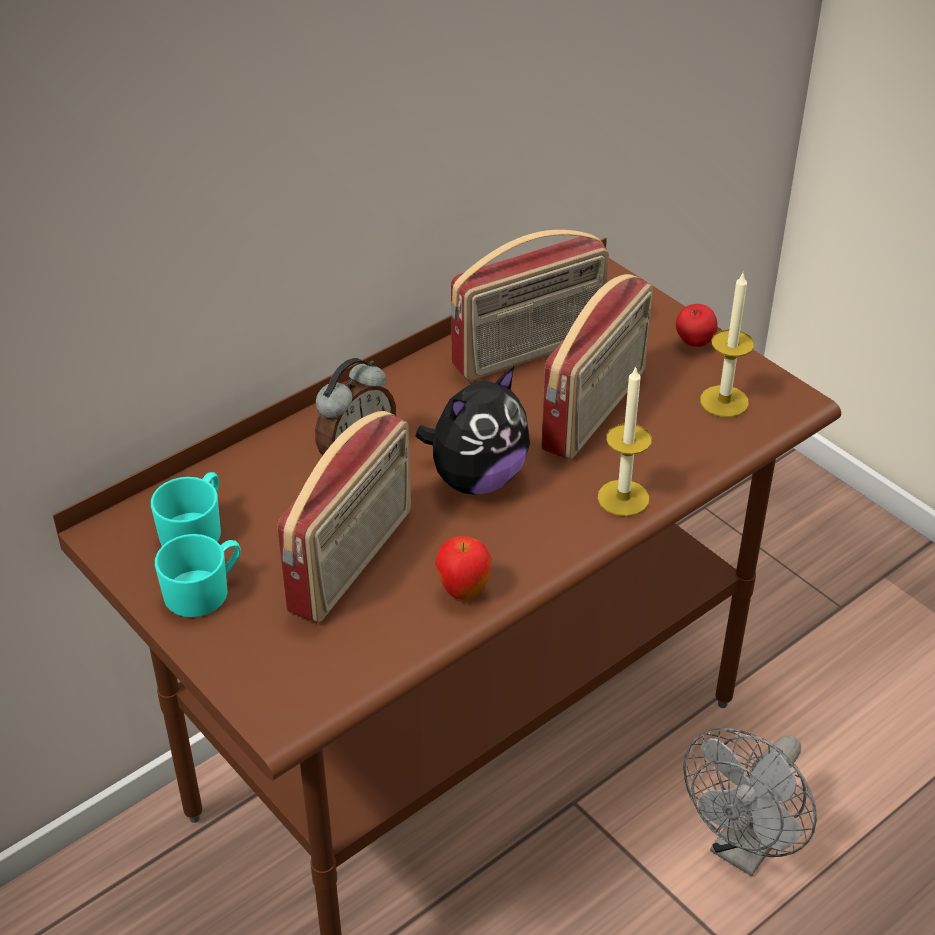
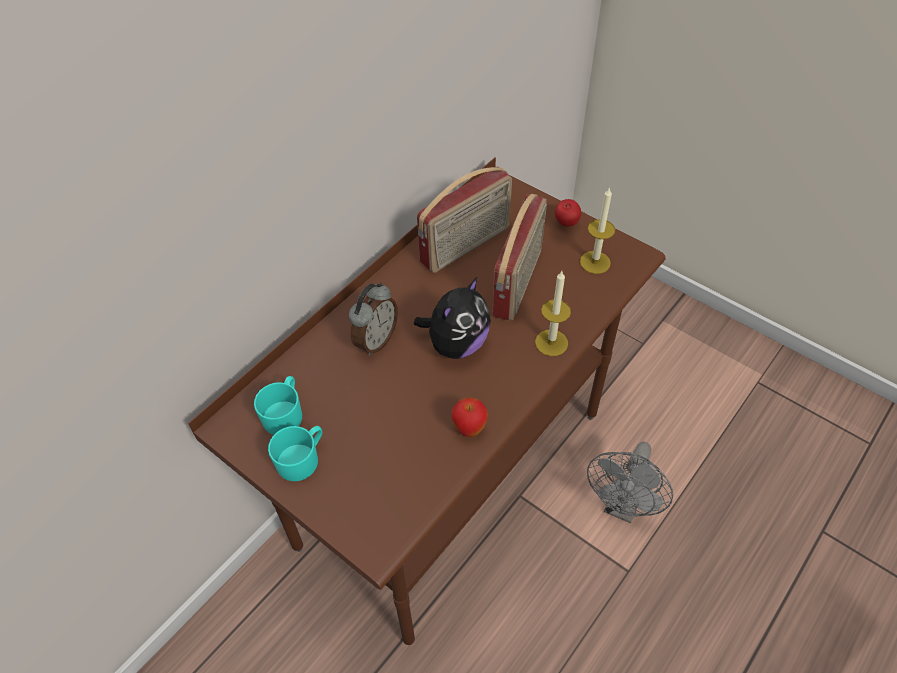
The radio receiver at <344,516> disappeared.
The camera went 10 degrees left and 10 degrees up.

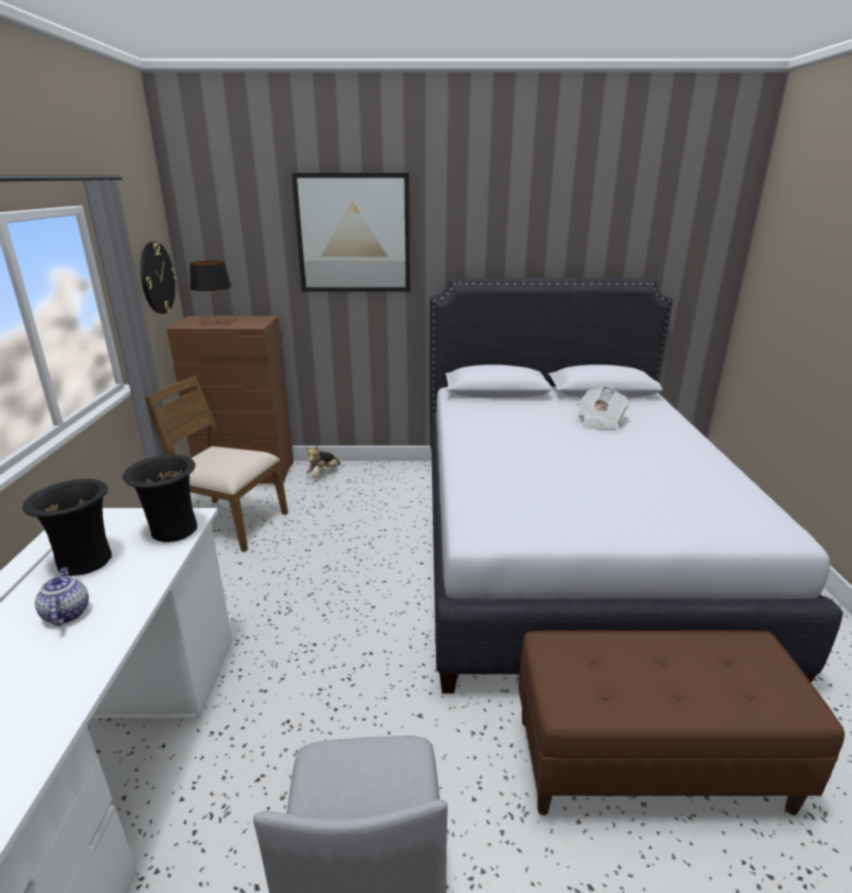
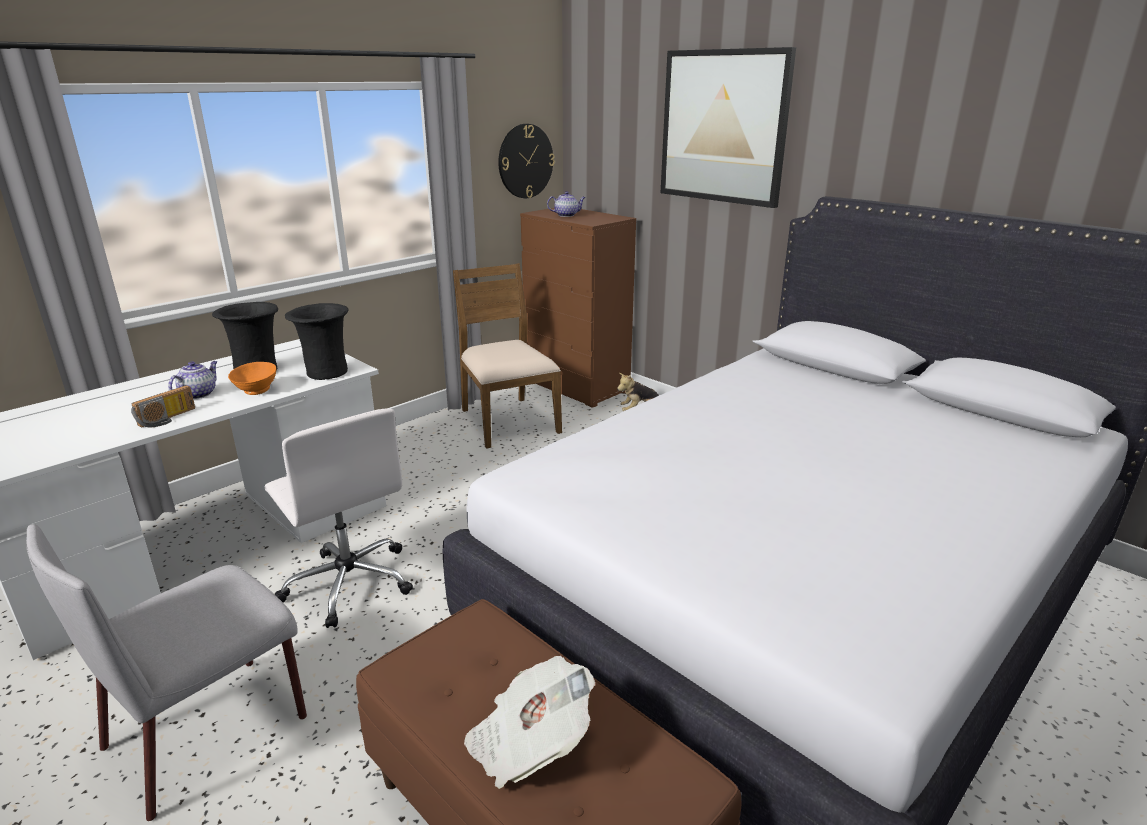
The tabletop lamp (black) at <211,292> was replaced by the pot for tea at <566,204>.
The printed paper moved from <603,408> to <529,722>.
The radio receiver at <163,406> appeared.
The deep dish (orange) at <252,378> appeared.
The computer chair (whitish) at <339,518> appeared.
The camera went 45 degrees right and 0 degrees up.

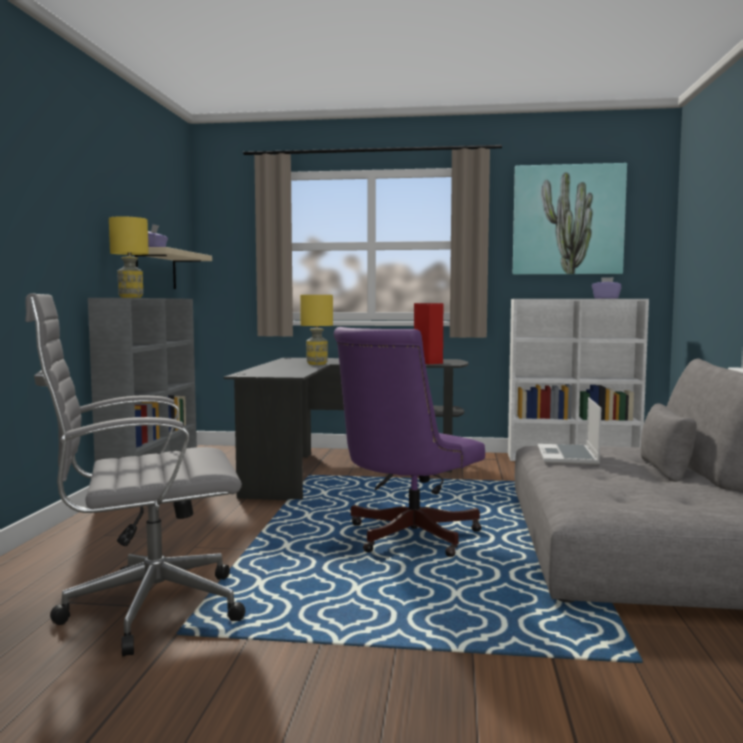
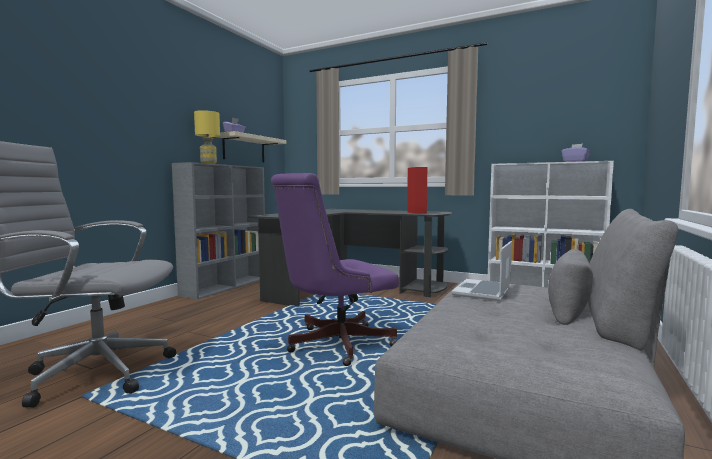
The tabletop lamp (yellowish) at <316,330> disappeared.
The picture at <570,219> disappeared.
The camera went 20 degrees right and 0 degrees up.

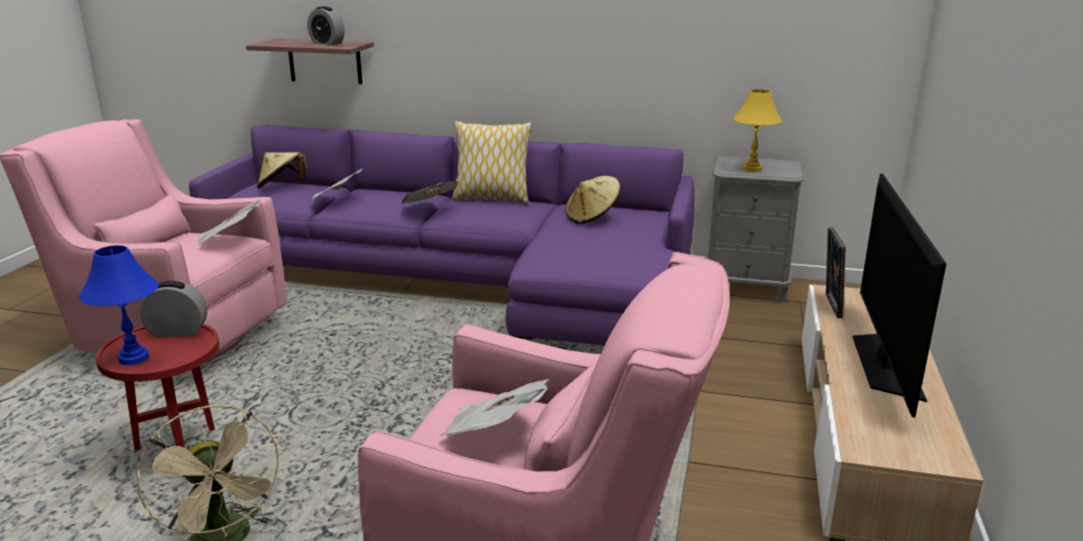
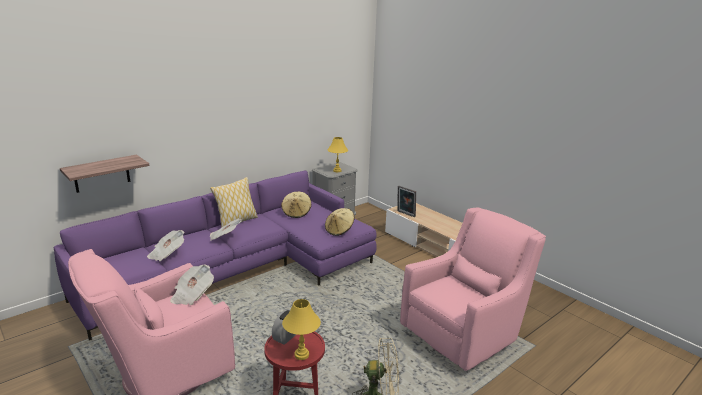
The tabletop lamp (bluish) at <119,305> became the tabletop lamp (yellowish) at <301,329>.
The wearable hat (beige-coloured) moved from <282,170> to <339,222>.
The alarm clock at <326,25> disappeared.
The printed paper at <494,407> disappeared.
The TV at <900,295> disappeared.
The camera went 55 degrees left and 0 degrees up.

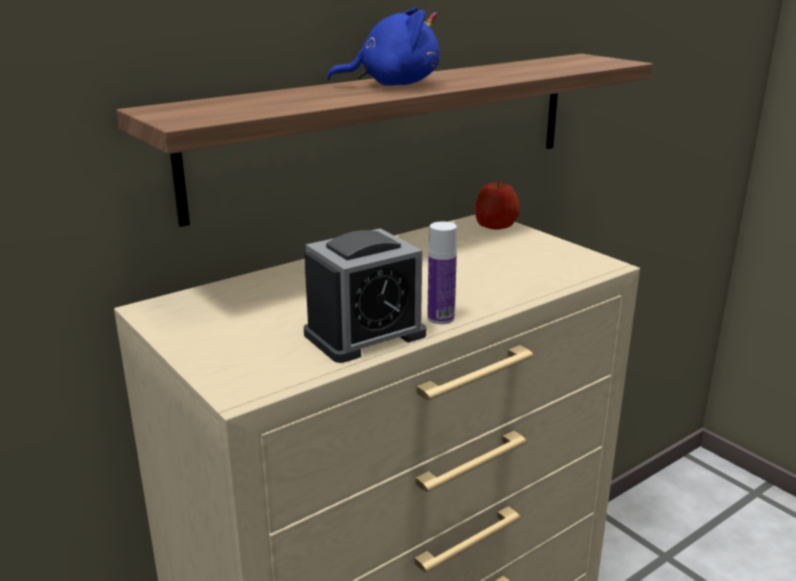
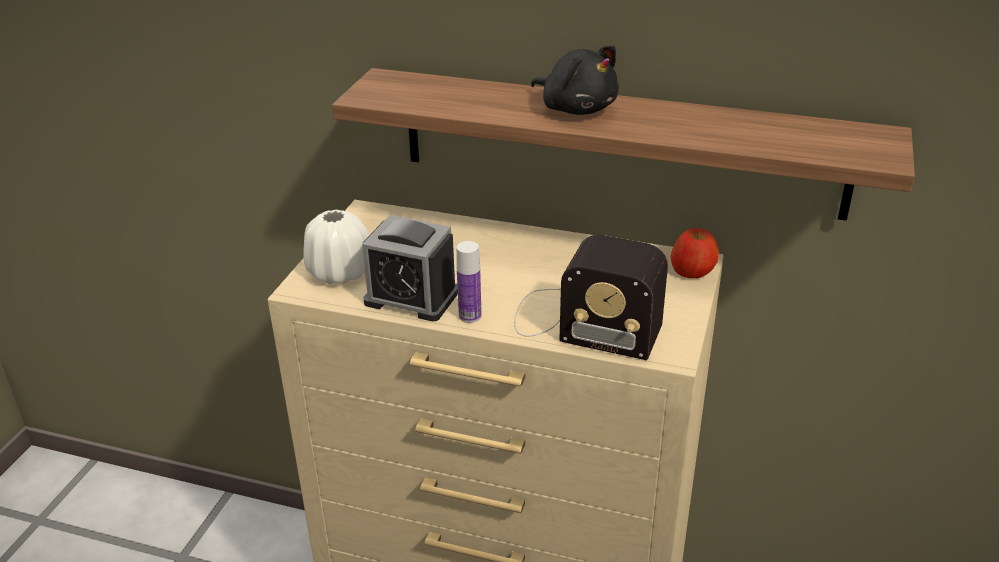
The plush toy (bluish) at <383,46> became the plush toy (black) at <575,80>.
The flower vase (whitish) at <336,247> appeared.
The radio receiver at <591,297> appeared.
The camera went 55 degrees right and 10 degrees up.

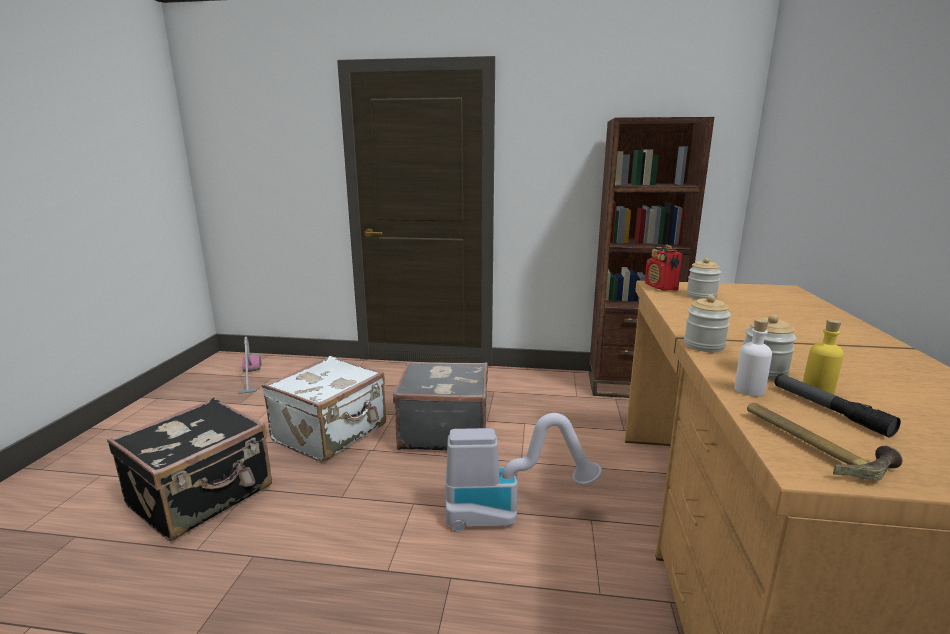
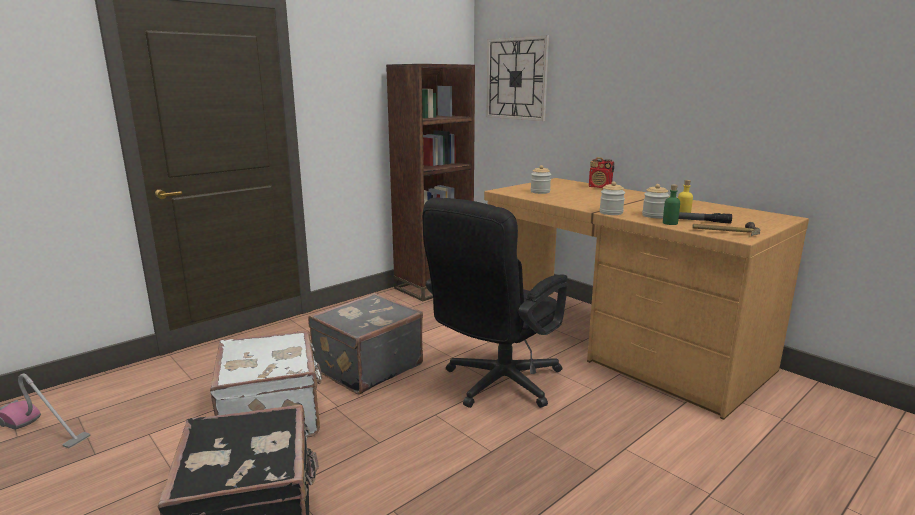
The vacuum at <524,472> was replaced by the computer chair (black) at <495,303>.
The radio receiver moved from <664,268> to <601,172>.
The drink bottle (whitish) at <753,357> became the drink bottle (green) at <671,205>.
The hanging clock at <517,78> appeared.
The camera went 50 degrees left and 0 degrees up.

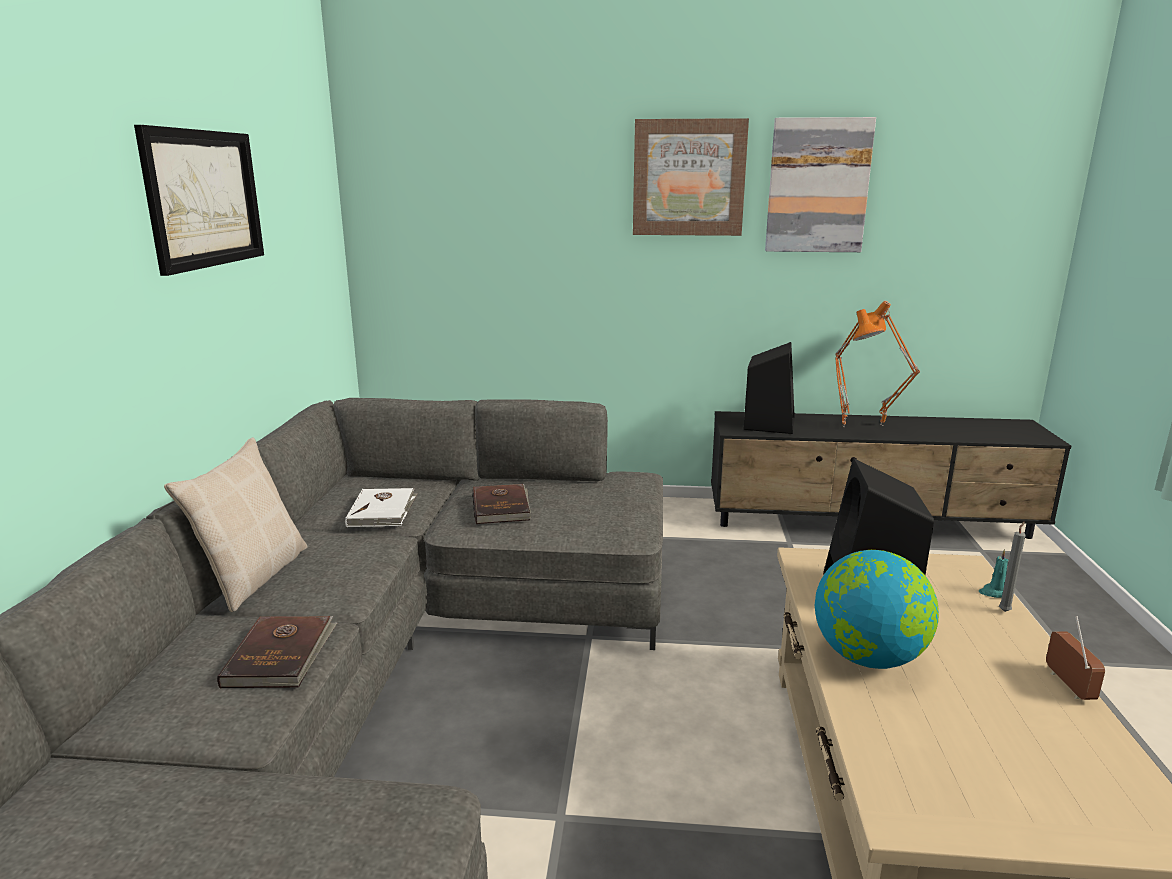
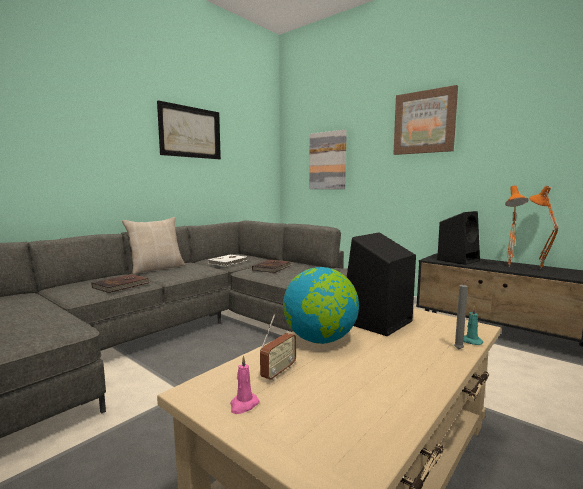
The picture moved from <820,184> to <328,159>.
The radio receiver moved from <1075,658> to <278,347>.
The wax light (pink-coloured) at <244,384> appeared.
The camera went 35 degrees right and 10 degrees down.

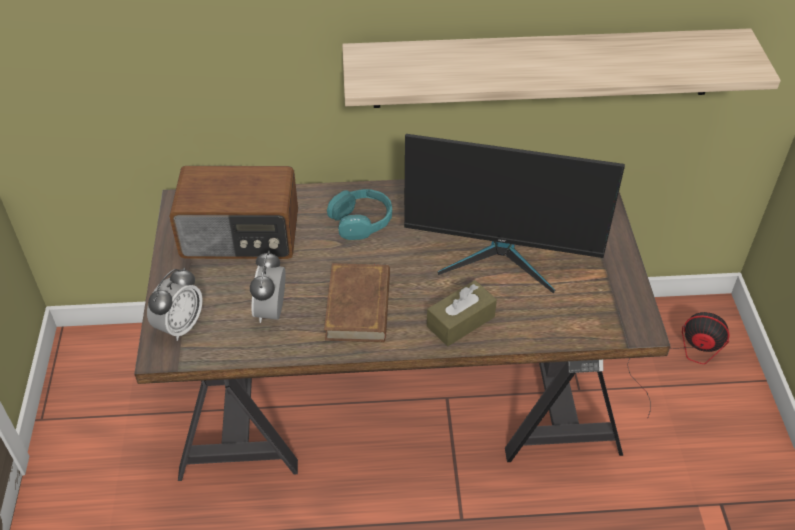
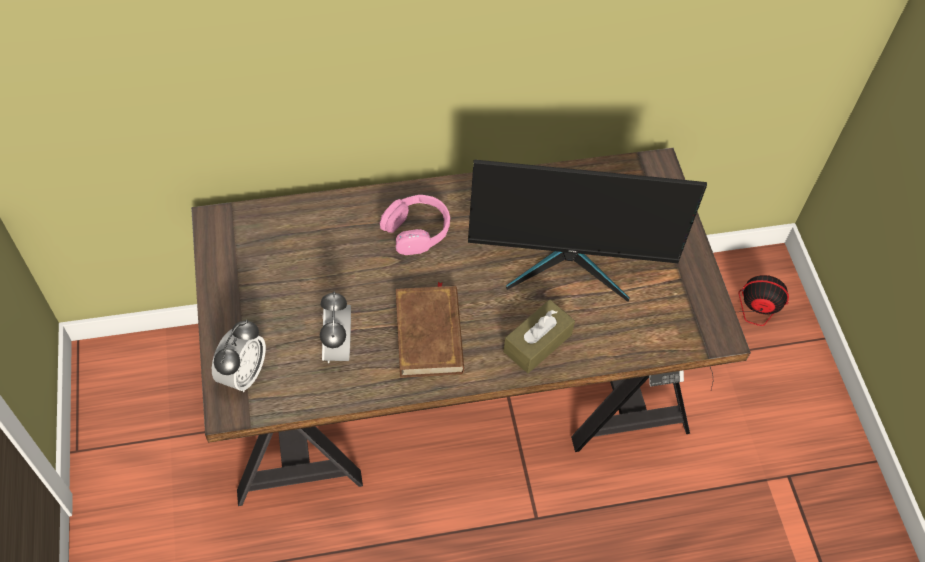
The radio receiver at <233,212> disappeared.
The headset (turquoise-coloured) at <359,214> became the headset (pink-coloured) at <415,225>.
The shelf at <561,68> disappeared.
The camera went 10 degrees left and 10 degrees up.

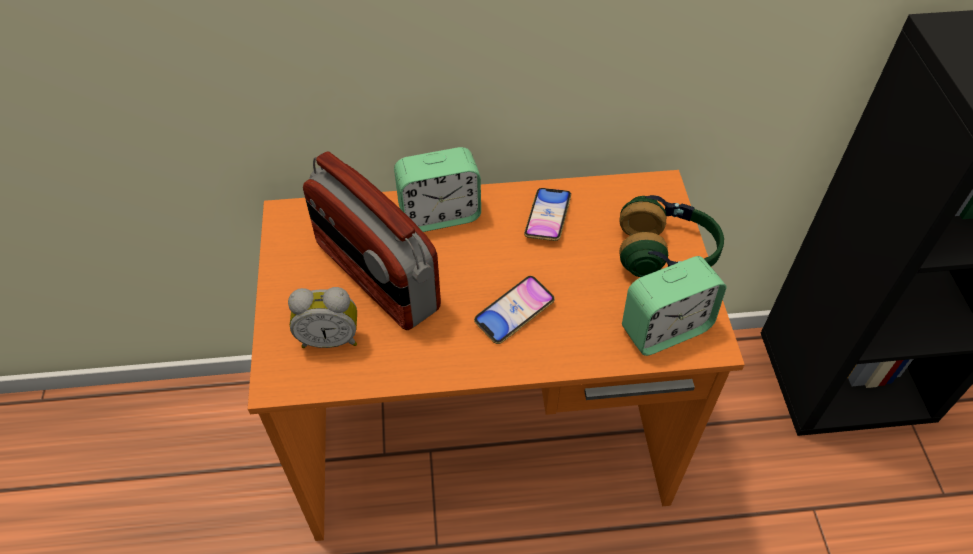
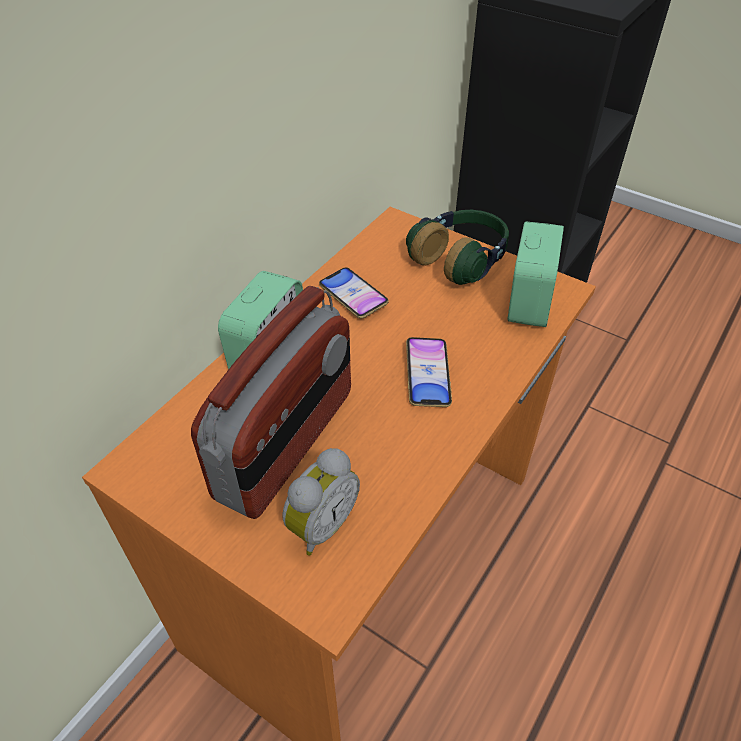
The radio receiver at <372,240> turned 60 degrees counterclockwise.
The camera went 50 degrees left and 5 degrees down.

